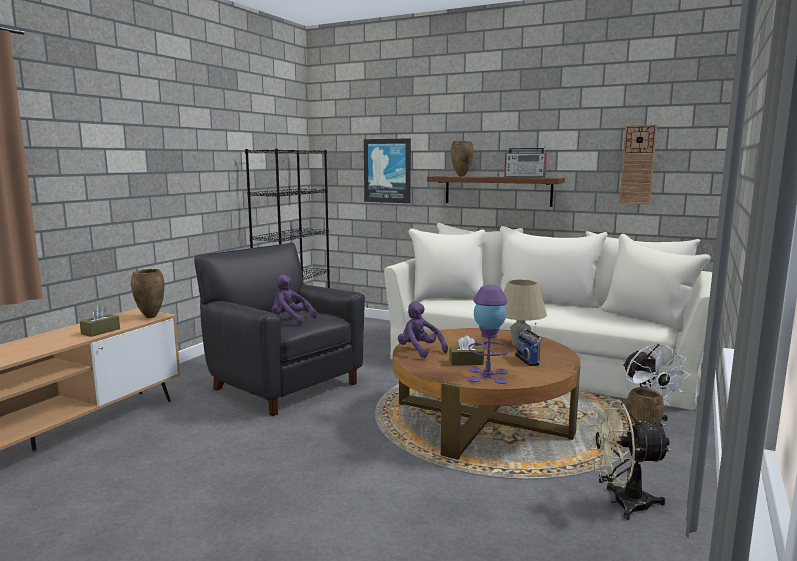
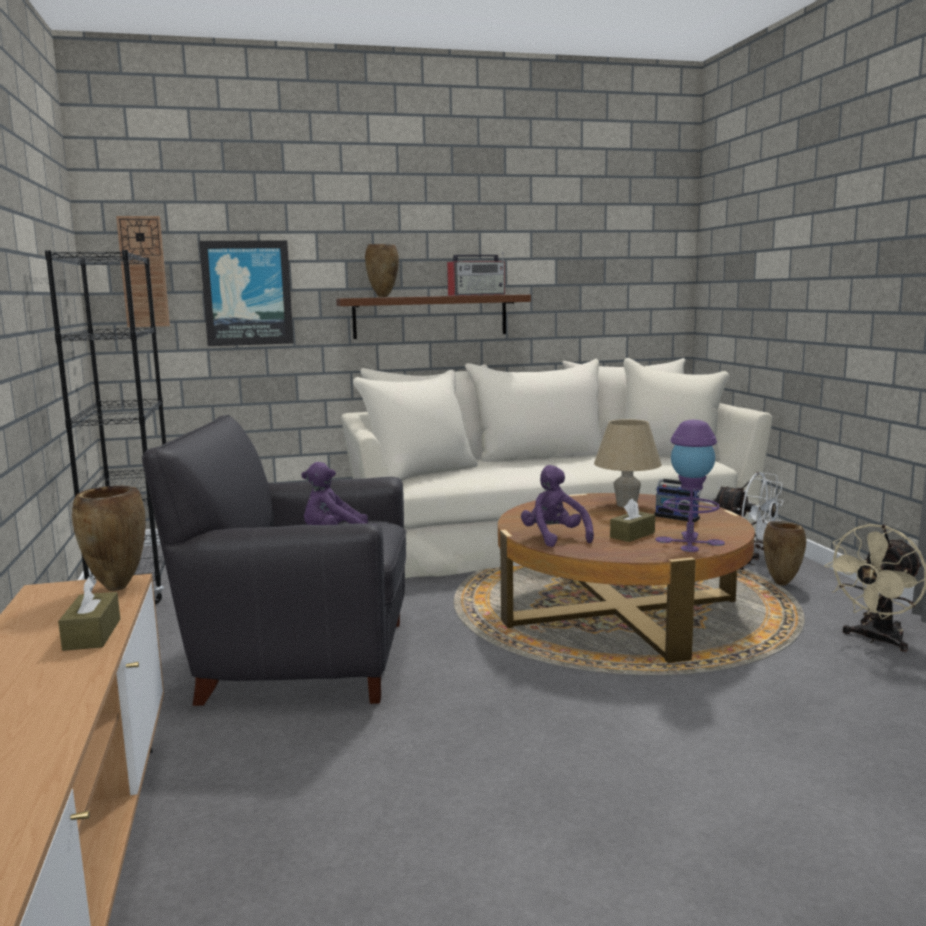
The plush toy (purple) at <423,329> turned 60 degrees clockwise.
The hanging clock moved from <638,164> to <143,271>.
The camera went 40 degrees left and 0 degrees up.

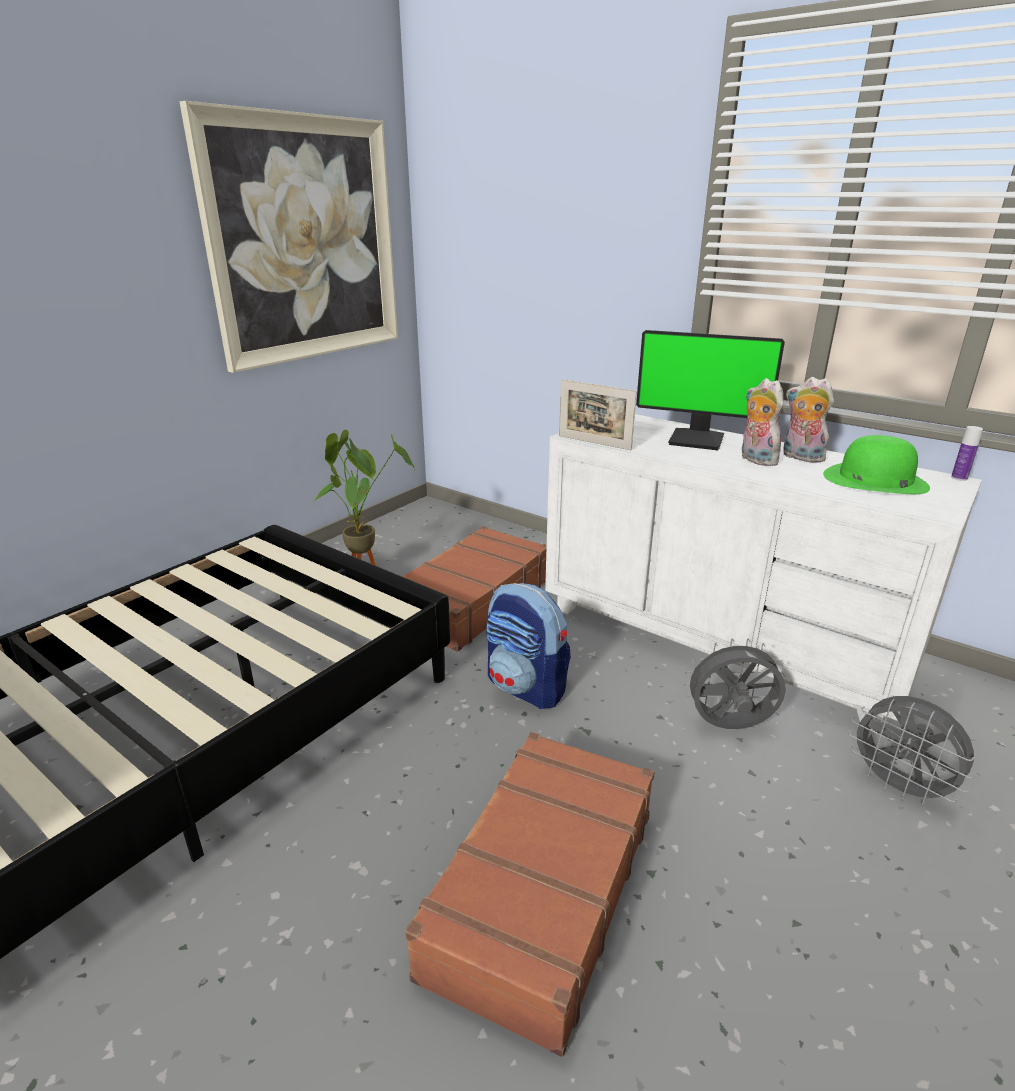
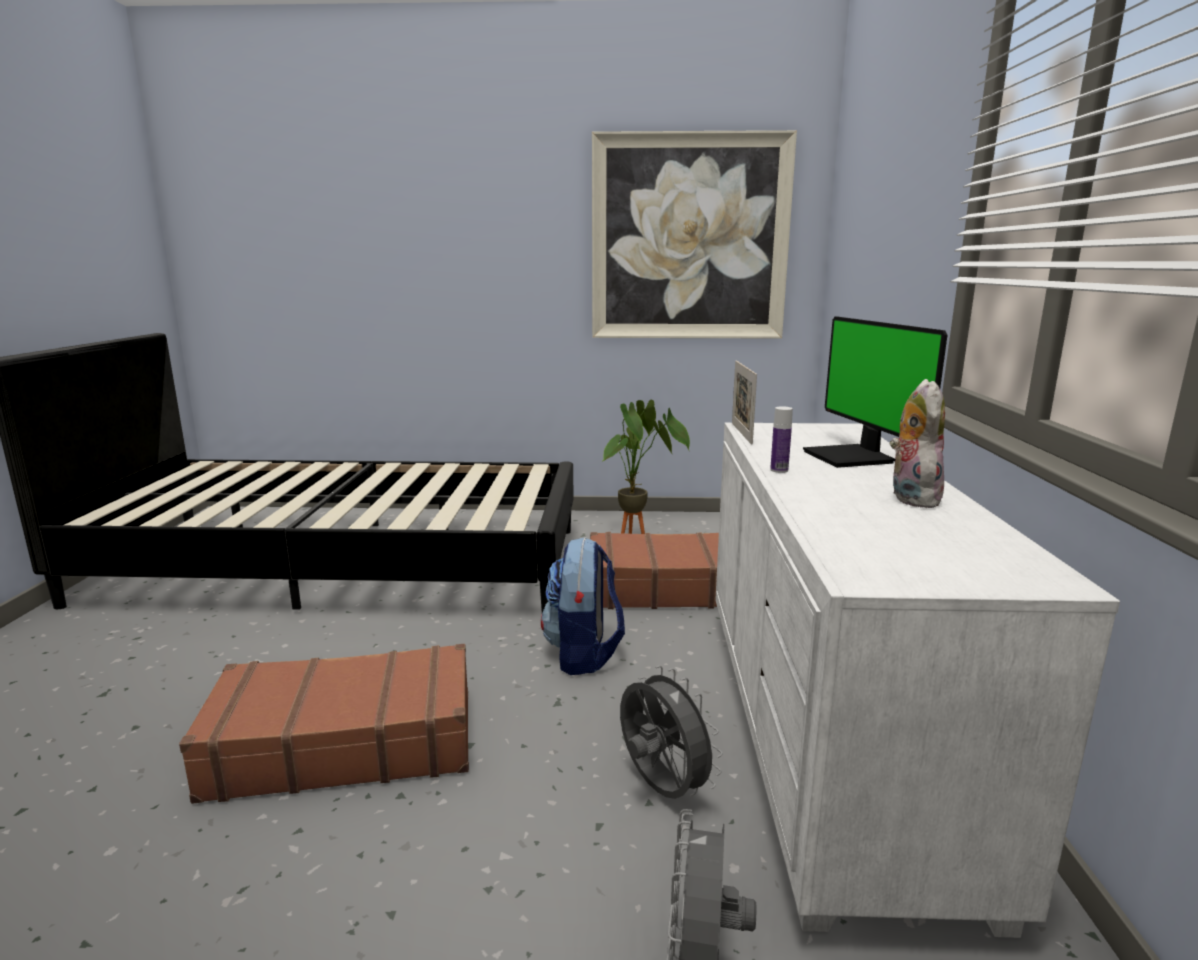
The plush toy at <763,422> disappeared.
The wearable hat (green) at <876,464> disappeared.
The drink bottle moved from <967,453> to <781,439>.
The camera went 55 degrees right and 10 degrees down.

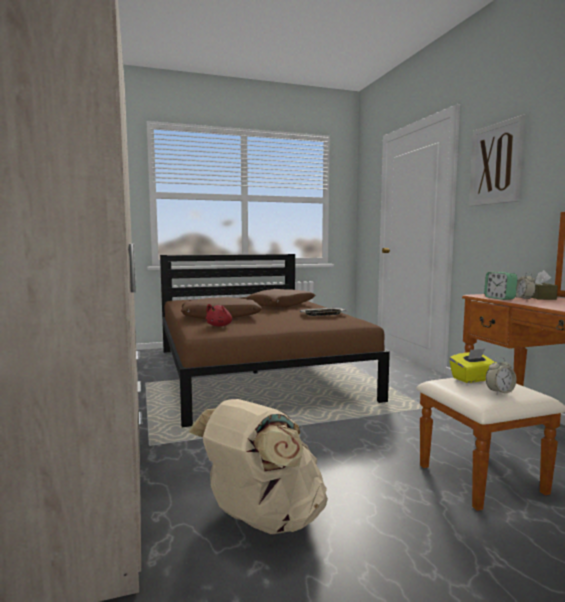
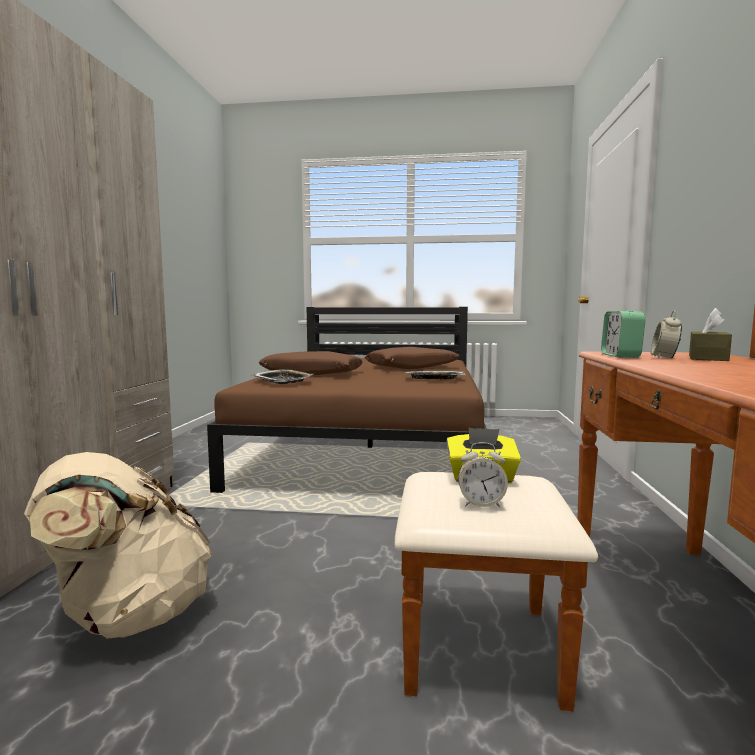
The plush toy (red-coloured) at <219,315> was replaced by the tray at <283,376>.
The picture at <497,160> disappeared.
The camera went 25 degrees right and 0 degrees up.

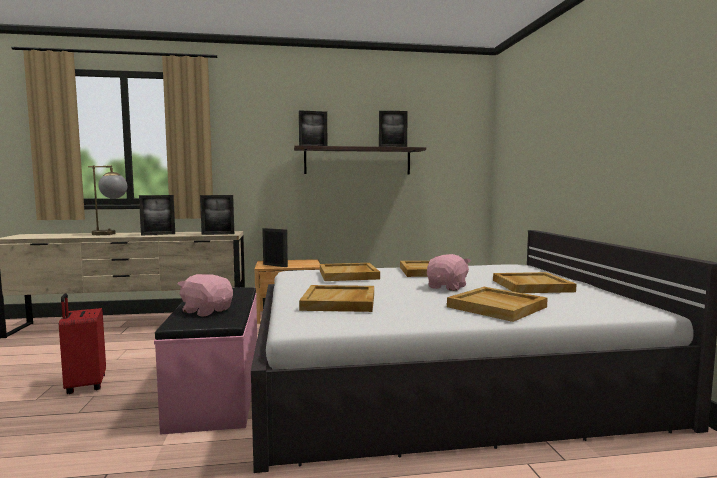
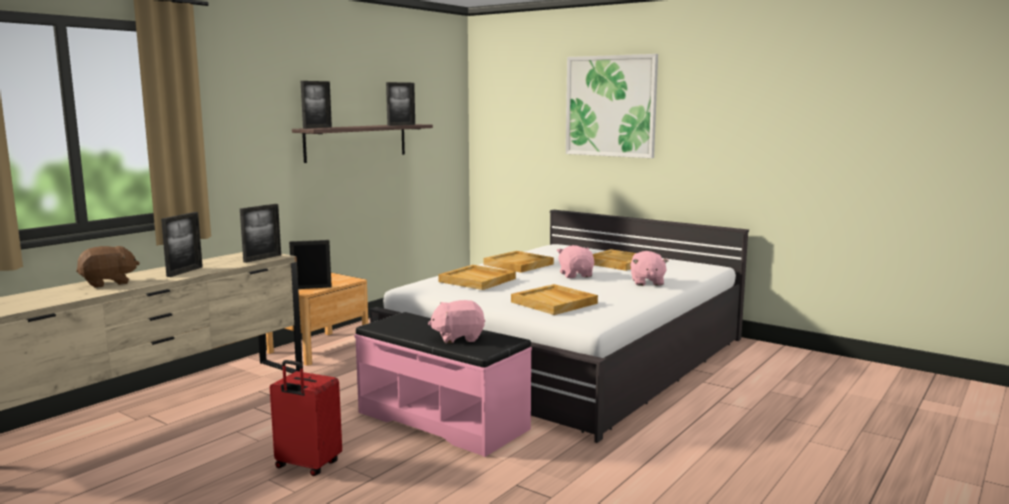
The tabletop lamp at <107,200> was replaced by the plush toy (brown-coloured) at <108,267>.
The tray (beige-coloured) at <497,304> was replaced by the plush toy (pink-coloured) at <649,268>.
The picture at <612,106> appeared.
The camera went 45 degrees left and 5 degrees up.

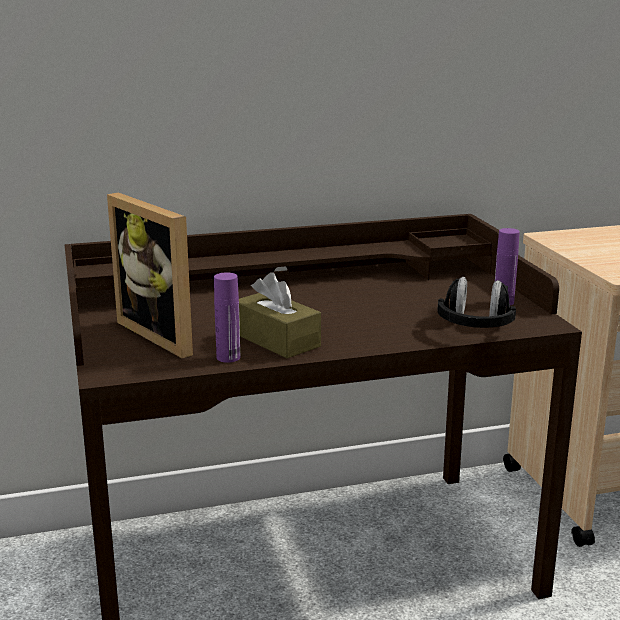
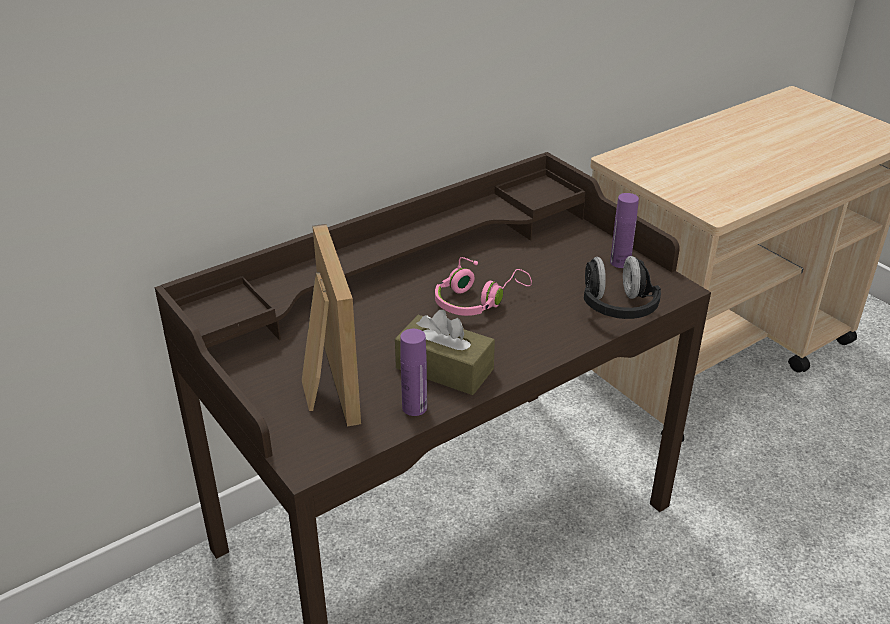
The standing frame at <150,275> turned 135 degrees counterclockwise.
The headset (pink-coloured) at <483,286> appeared.
The camera went 20 degrees left and 15 degrees up.

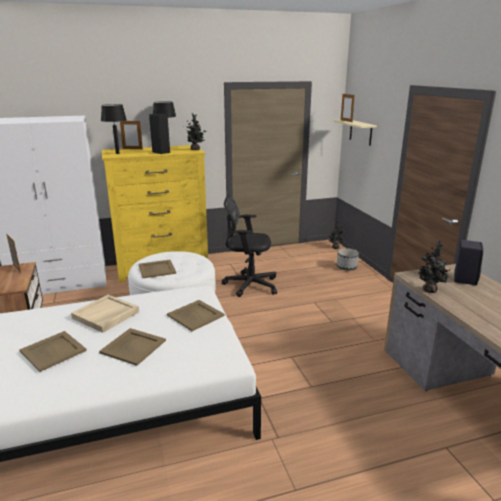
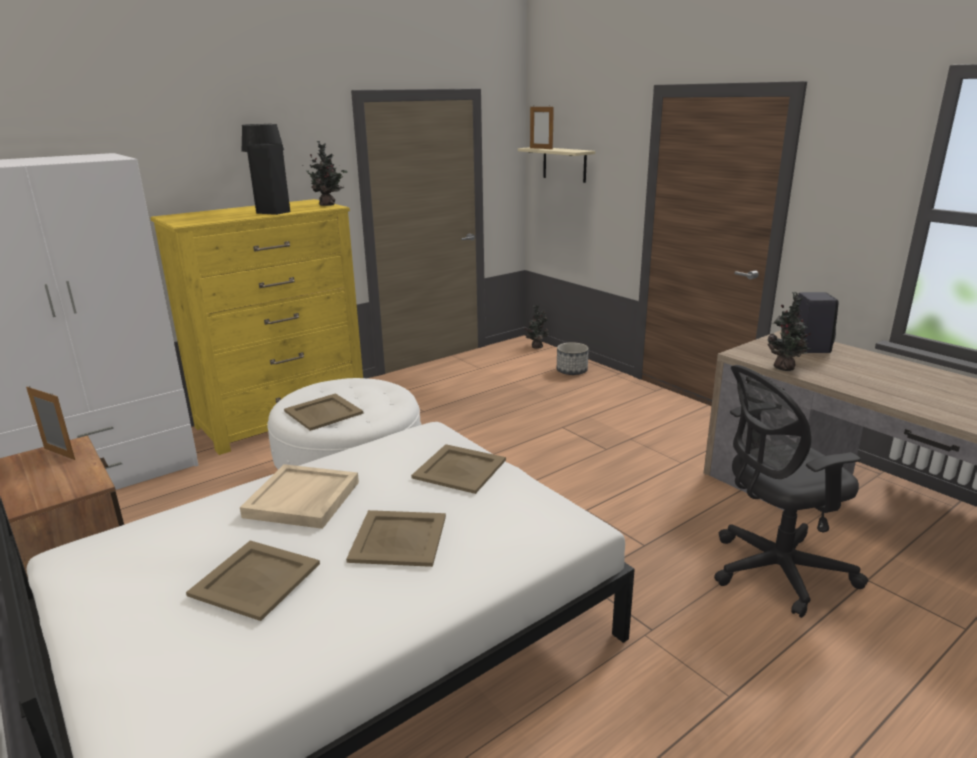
The tabletop lamp (black) at <114,129> disappeared.
The standing frame at <131,134> disappeared.
The computer chair (black) moved from <249,246> to <791,491>.
The camera went 20 degrees left and 0 degrees up.

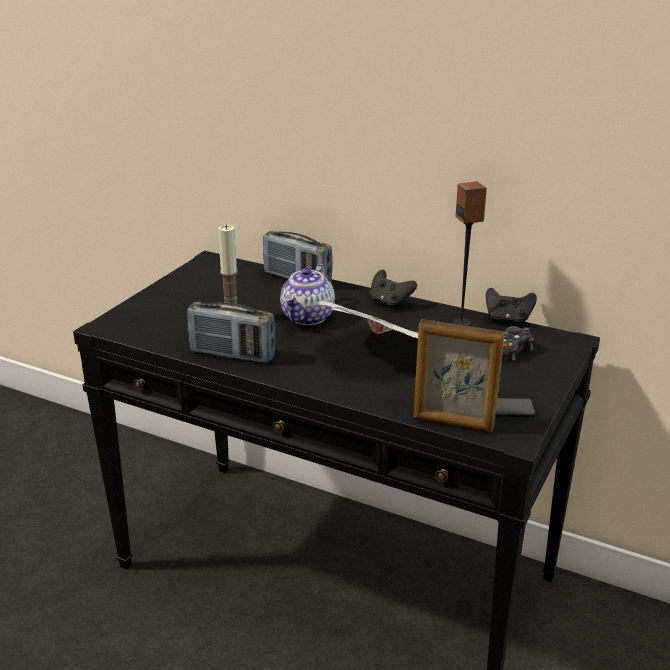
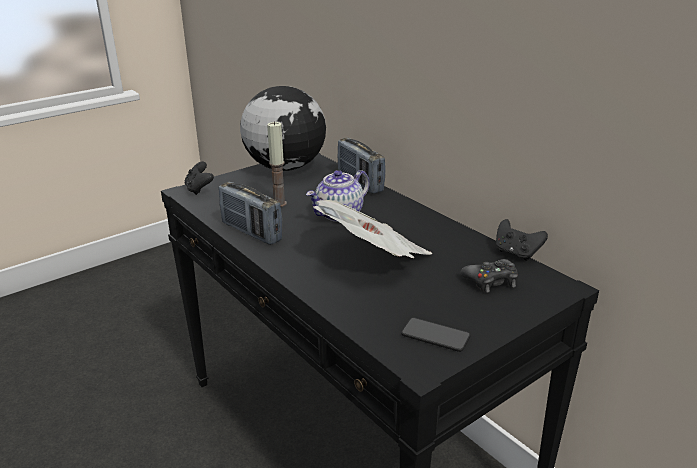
The joypad (black) moved from <393,289> to <199,178>.
The standing frame at <459,375> disappeared.
The loudspeaker at <469,253> disappeared.
The globe at <283,128> appeared.
The camera went 25 degrees right and 0 degrees up.

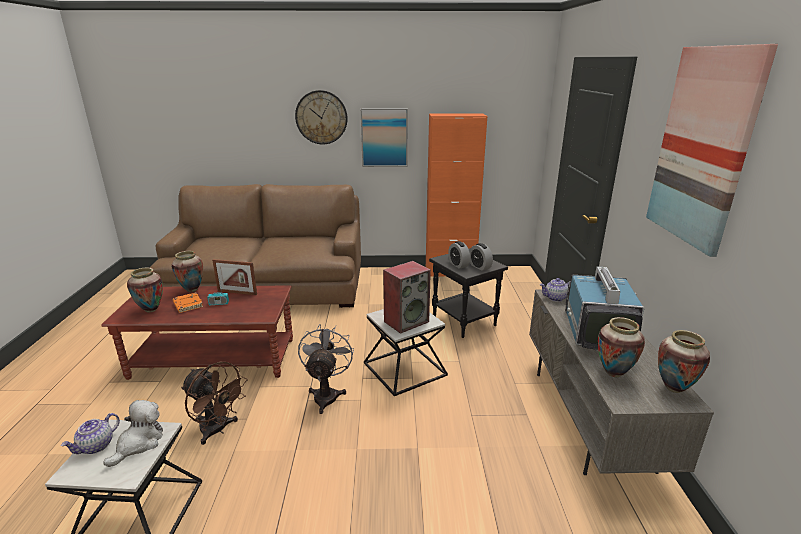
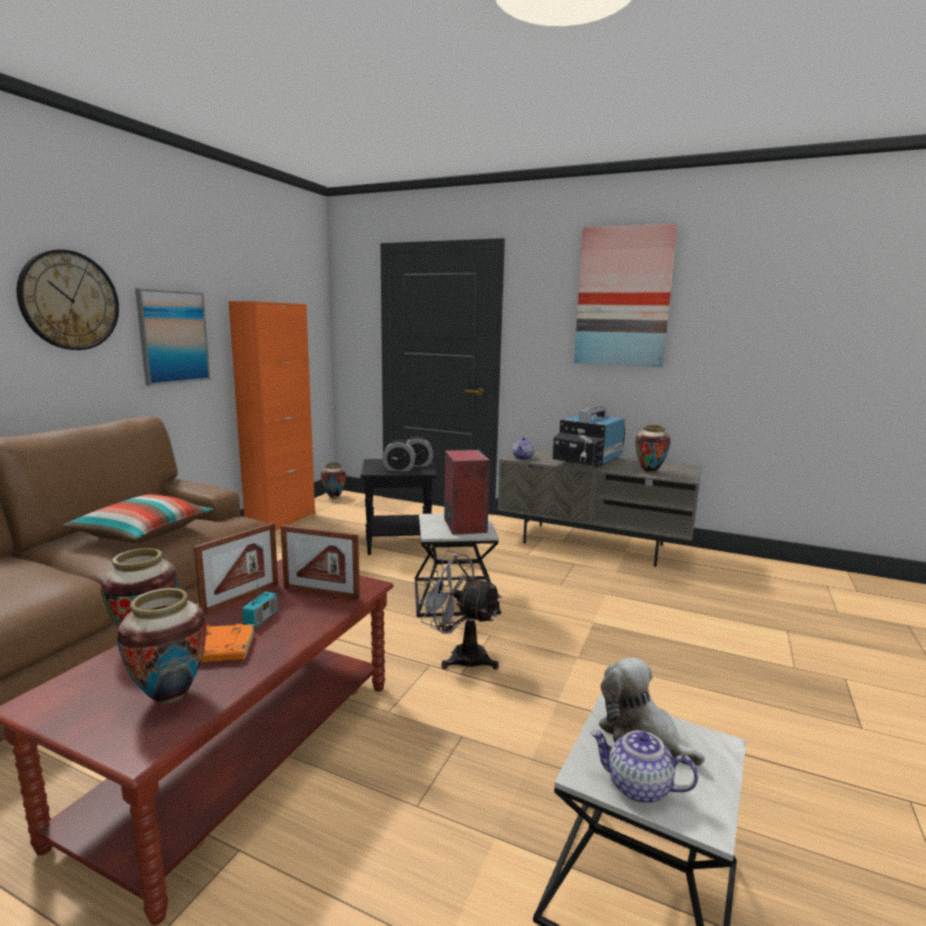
The pot for tea at <90,433> turned 150 degrees clockwise.
The cooling fan (brown-coloured) at <214,403> disappeared.
The TV at <604,309> turned 90 degrees counterclockwise.
The flower vase moved from <684,361> to <333,480>.
The cushion at <137,518> appeared.
The standing frame at <320,562> appeared.
The camera went 65 degrees left and 10 degrees down.

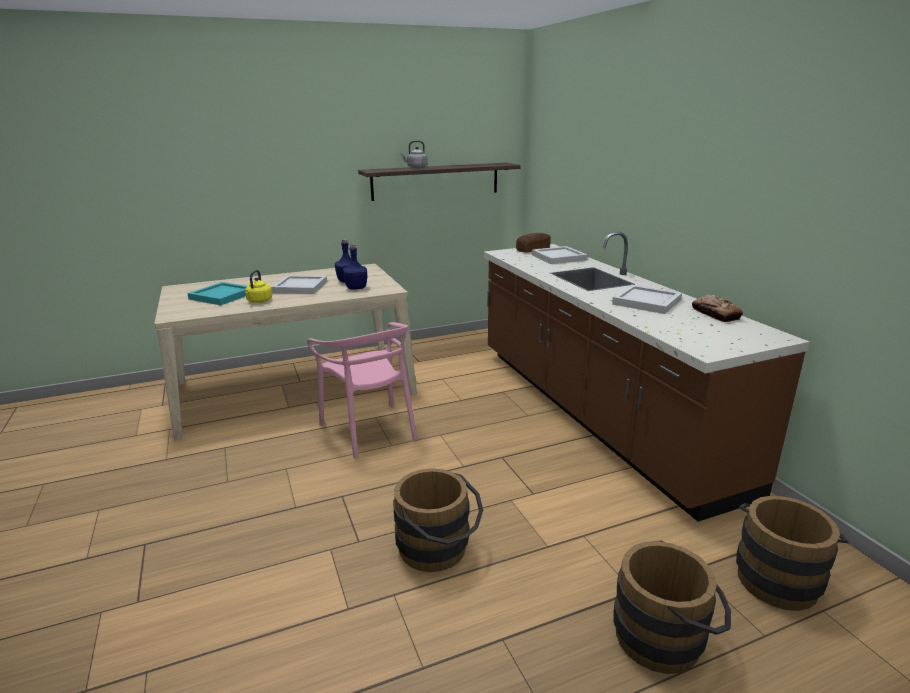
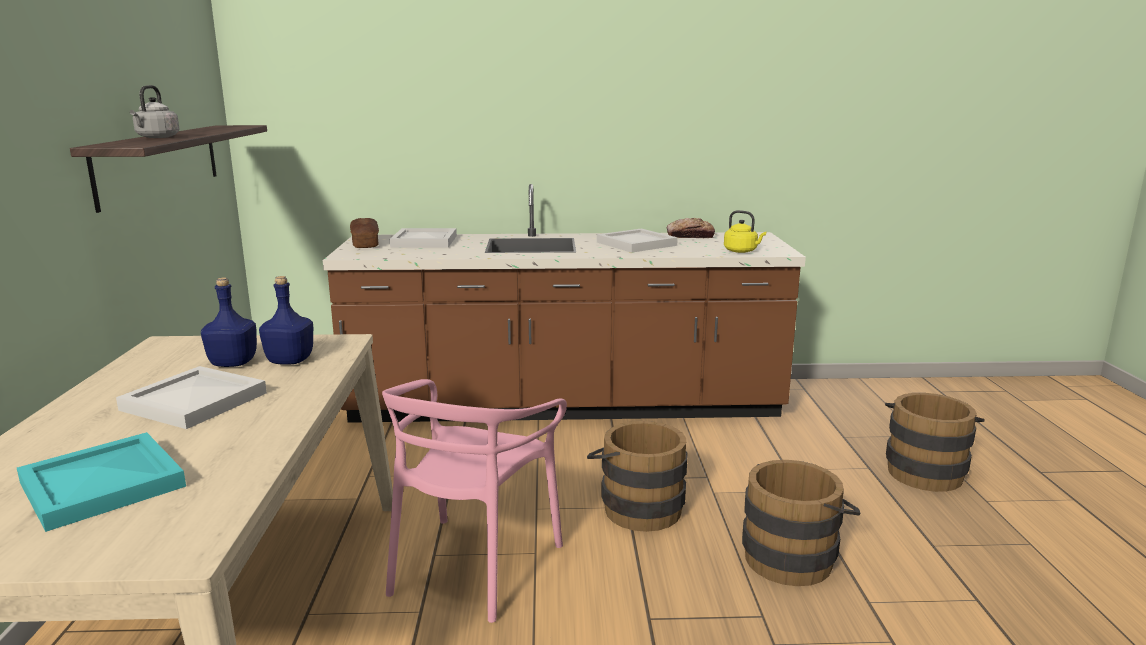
The kettle (yellowish) moved from <258,286> to <745,231>.
The upright chair (pink-coloured) at <362,390> turned 120 degrees clockwise.
The pail (brown-coloured) moved from <792,553> to <637,476>.
The camera went 70 degrees left and 5 degrees down.

